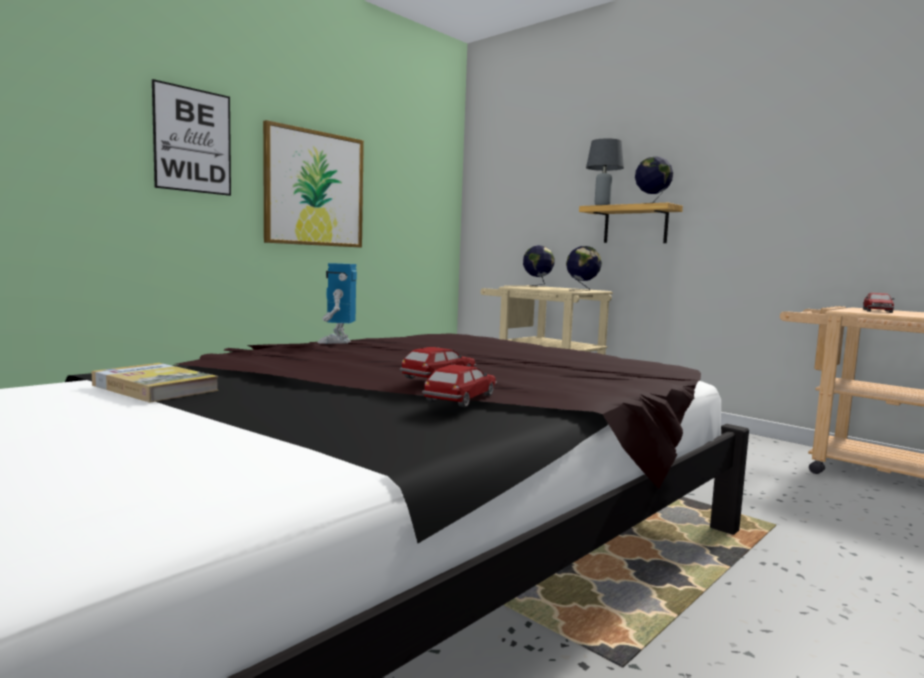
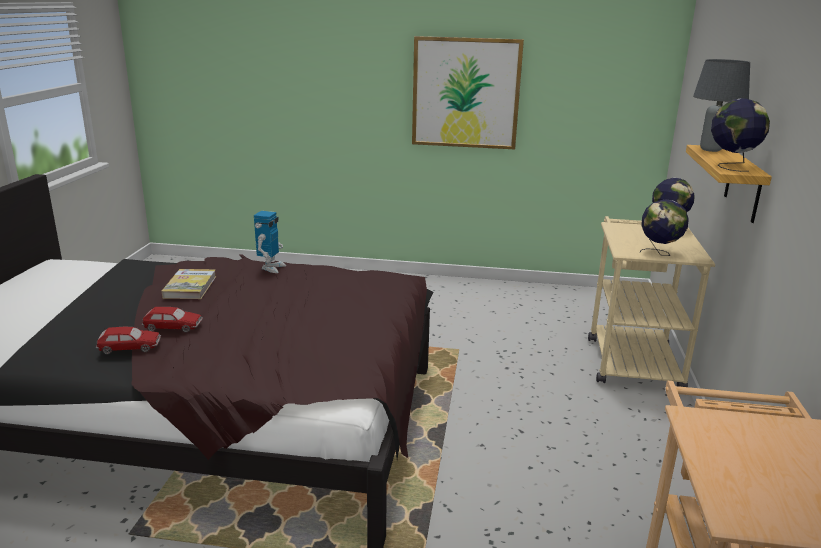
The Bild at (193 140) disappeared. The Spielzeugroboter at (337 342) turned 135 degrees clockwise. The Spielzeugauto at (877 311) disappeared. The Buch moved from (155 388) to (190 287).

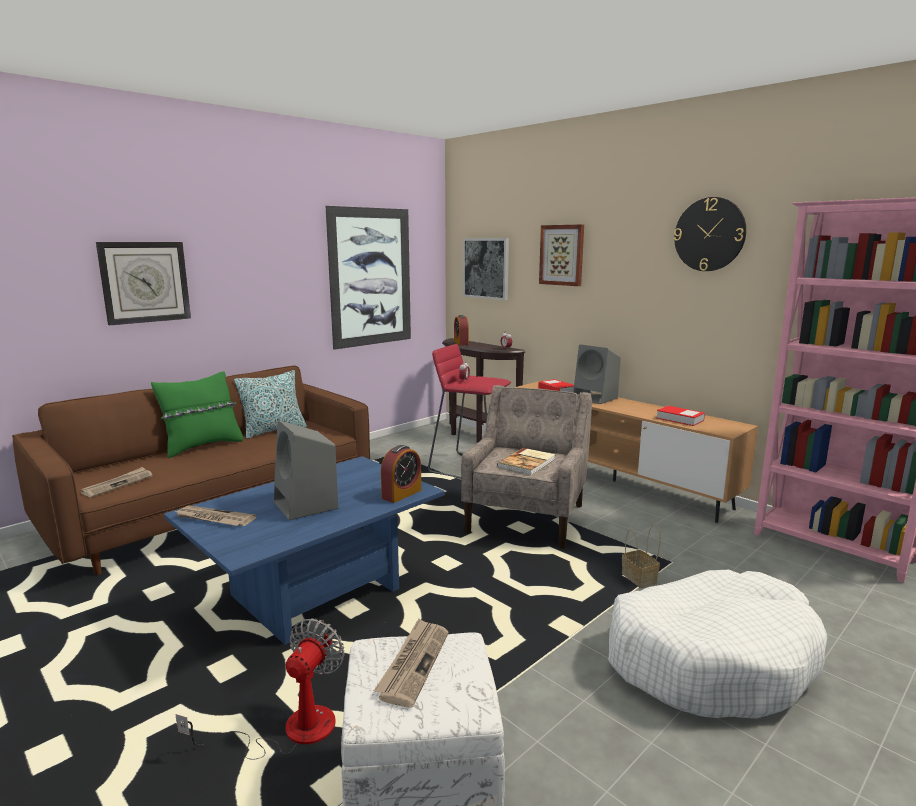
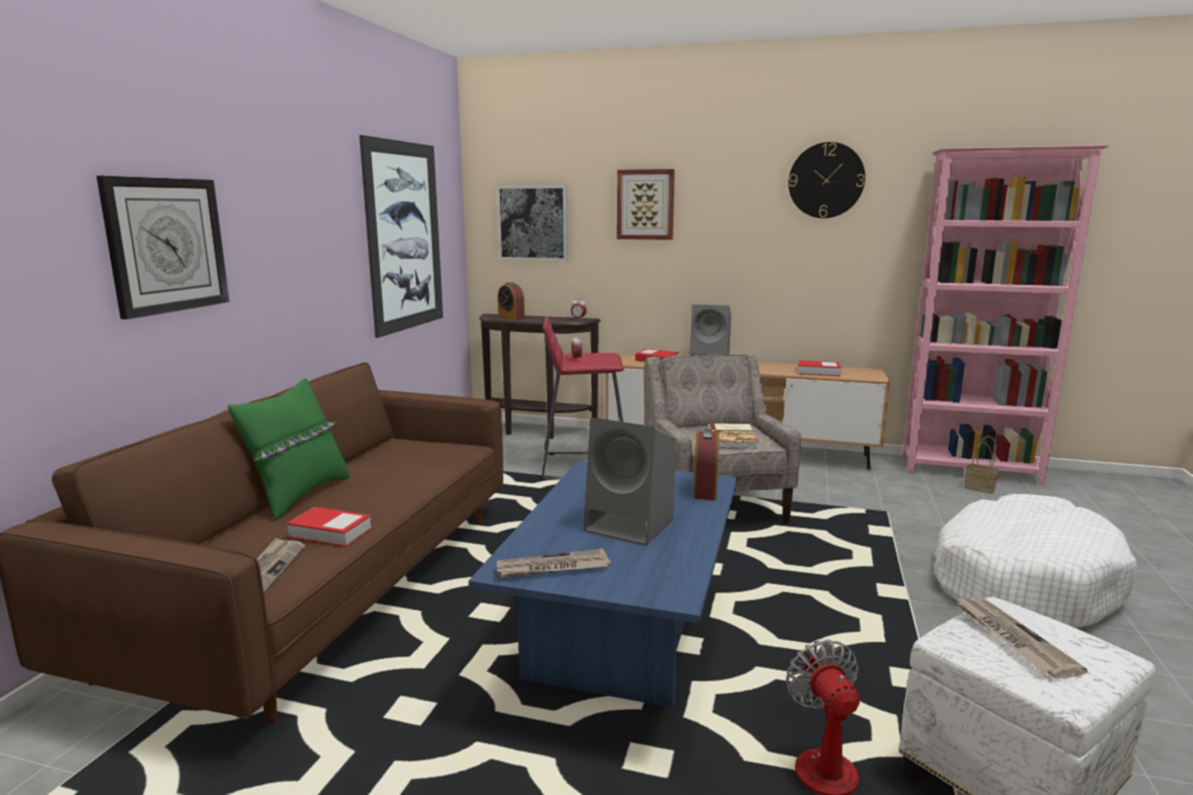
The Kissen at (273 430) disappeared. The Korb moved from (640 579) to (980 488). The Buch at (330 532) appeared.

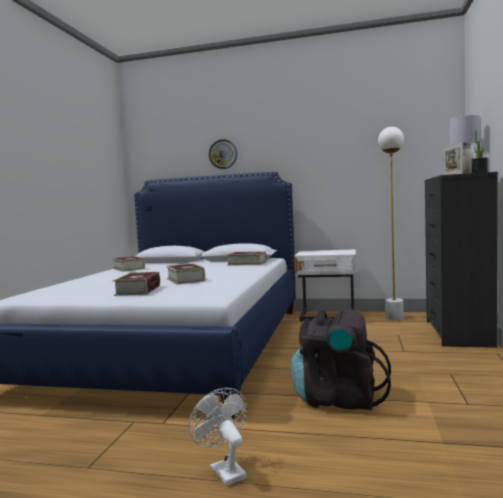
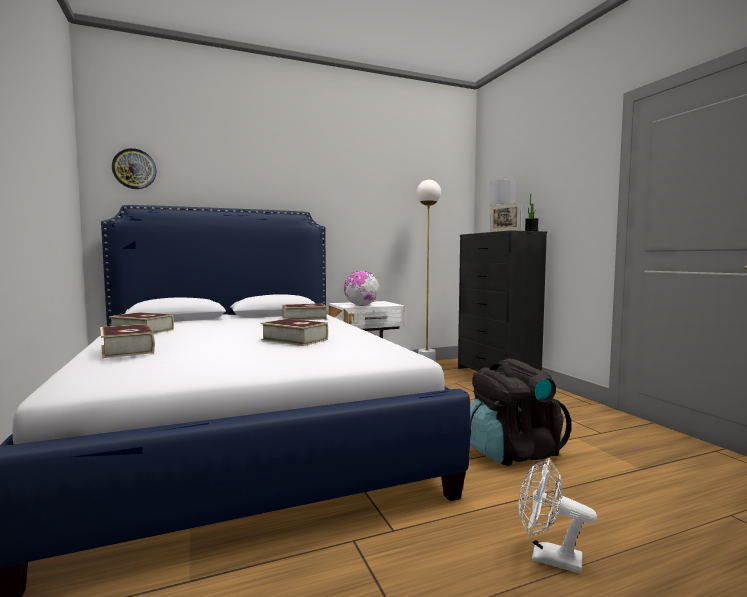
The Wanduhr moved from (223 154) to (134 169). The Buch moved from (138 290) to (127 349). The Globus at (361 305) appeared.

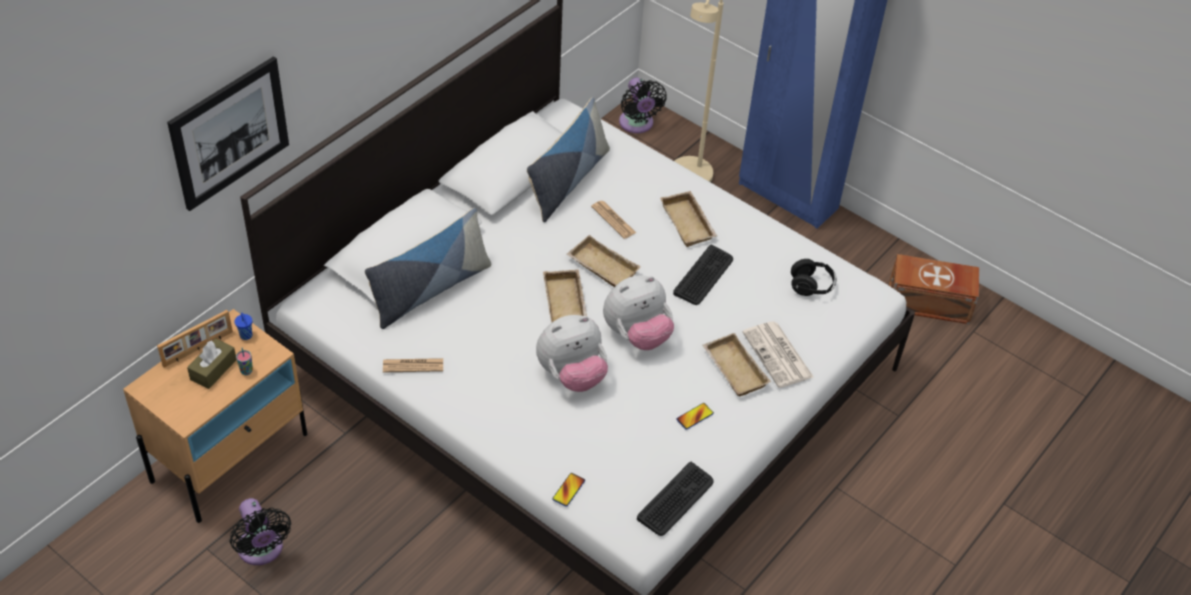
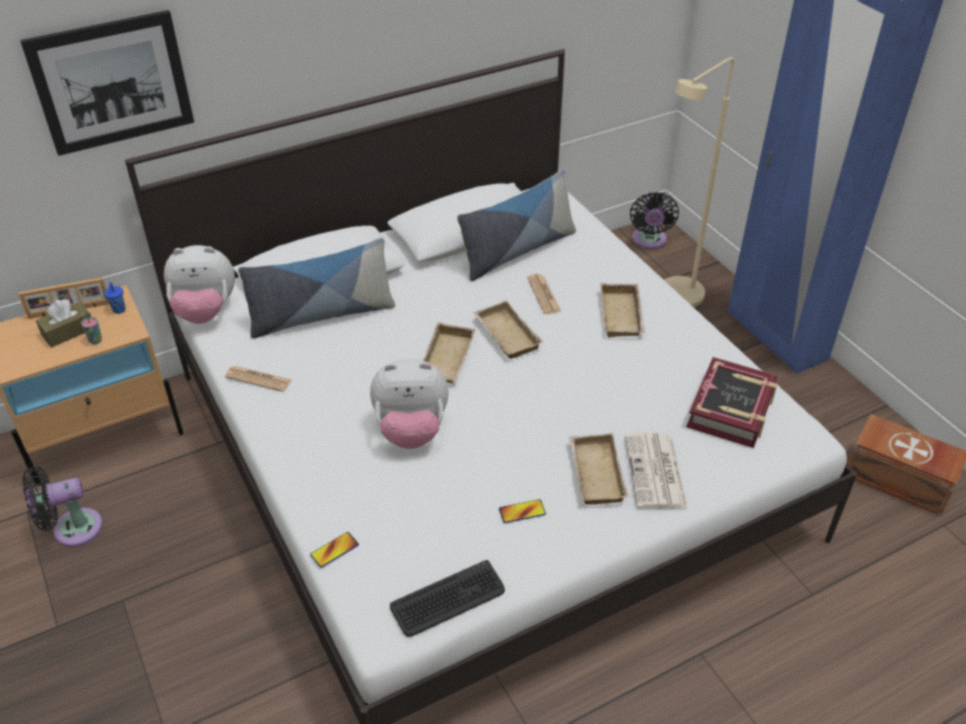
The Tastatur at (704 276) disappeared. The Kopfhörer [schwarz] at (811 286) was replaced by the Buch at (731 409). The Plüschtier moved from (637 335) to (205 312). The Ventilator [schwarz] at (262 550) turned 75 degrees clockwise.

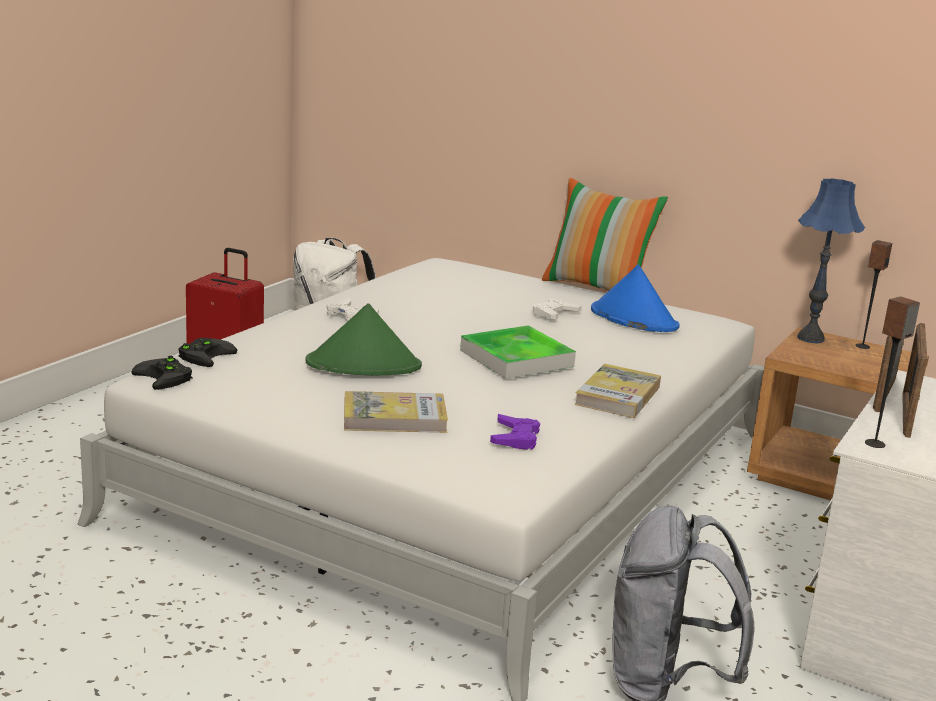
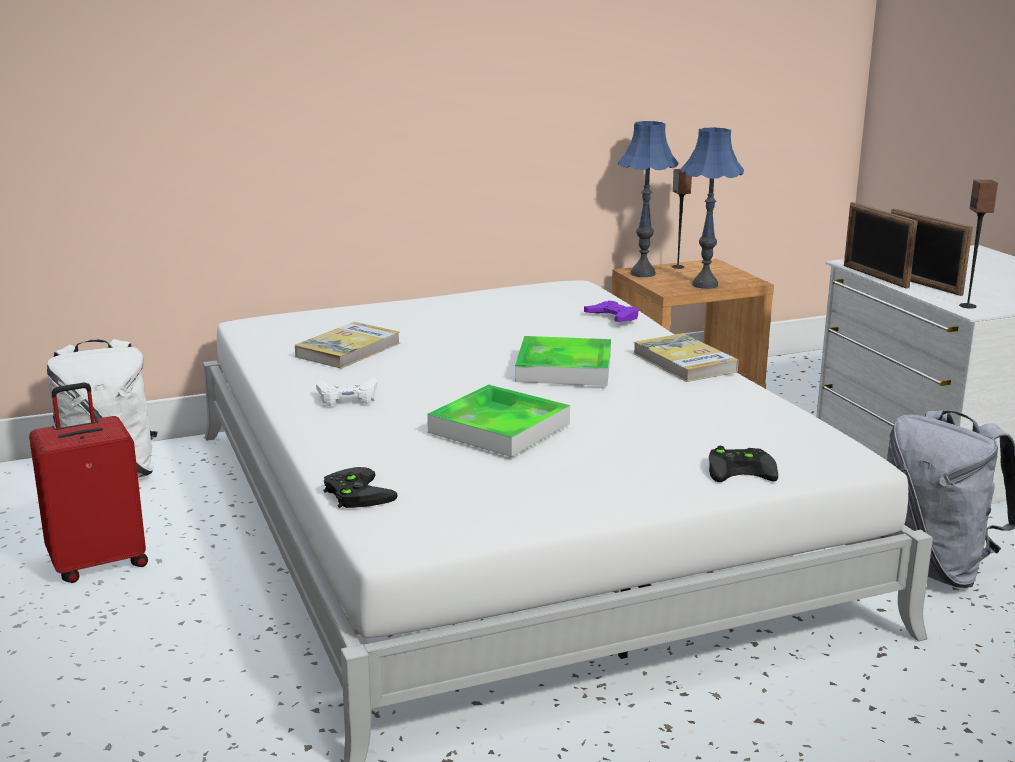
The Kissen at (597 289) disappeared. The Hut [blau] at (633 318) disappeared. The Gamepad [weiß] at (554 314) disappeared. The Hut [grün] at (364 365) was replaced by the Tablett at (499 428). The Gamepad [schwarz] moved from (166 378) to (742 469). The Buch moved from (394 417) to (348 350). The Gamepad [lila] moved from (515 438) to (612 317). The Tischlampe [blau] at (705 285) appeared.

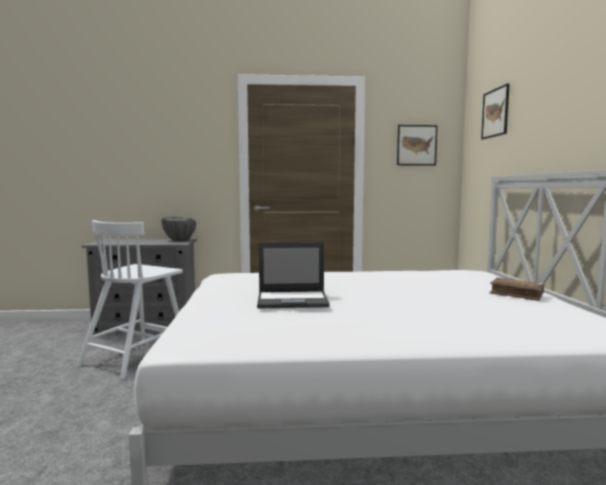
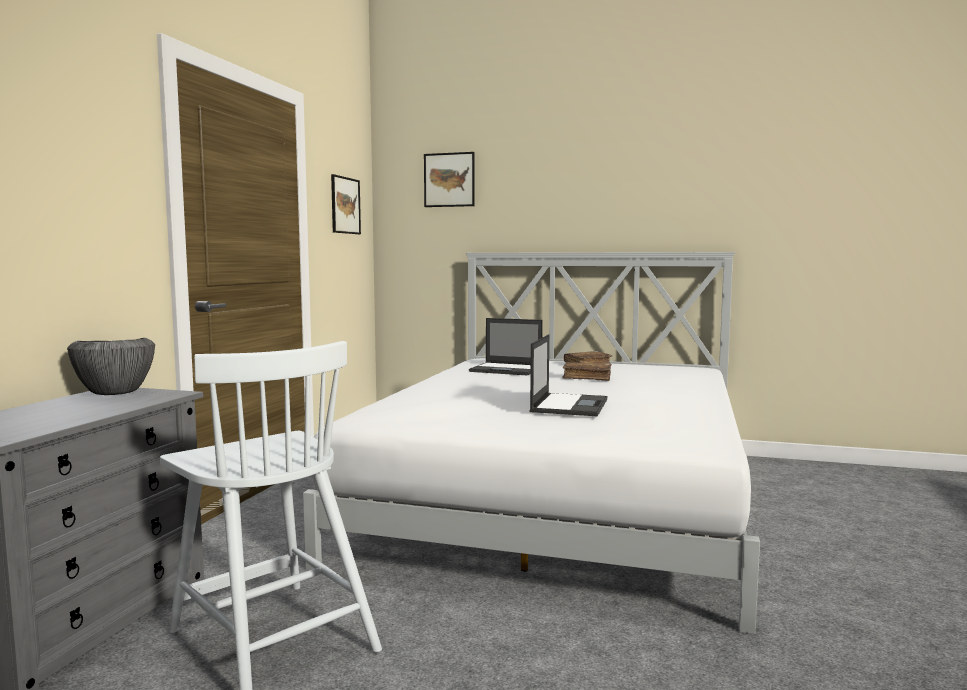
The Laptop at (507 369) appeared. The Buch [braun] at (587 377) appeared.

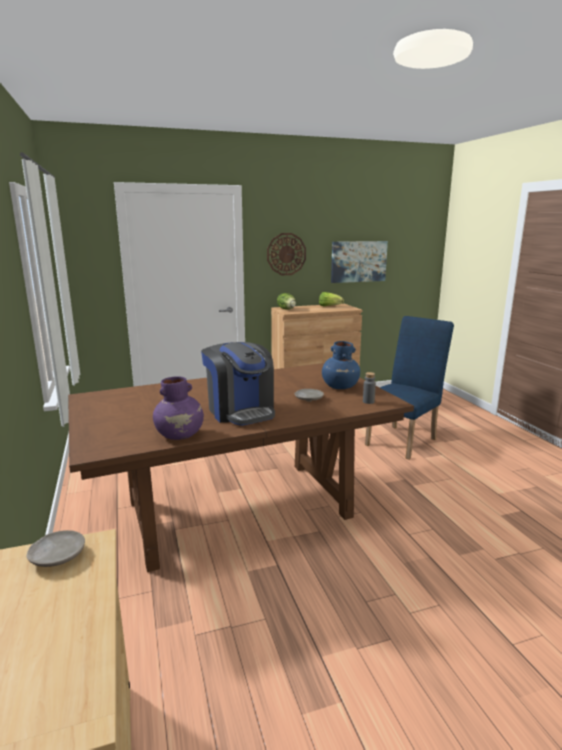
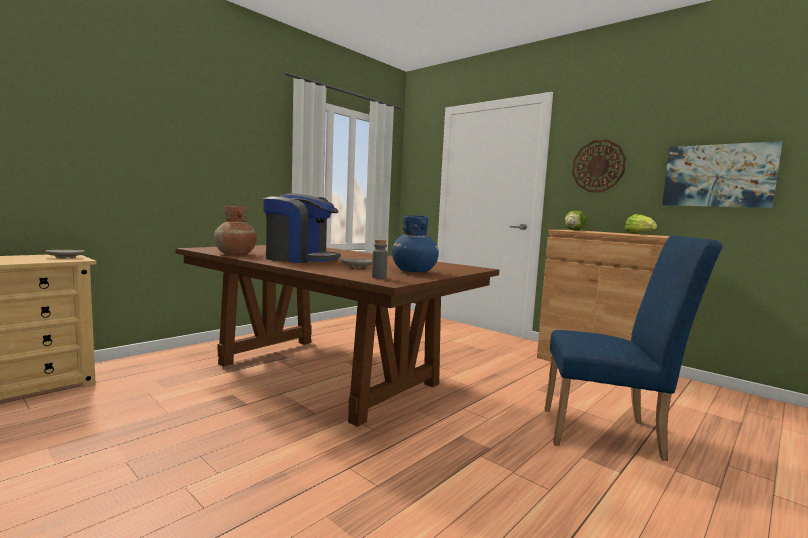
The Kaffeemaschine at (240 411) turned 105 degrees counterclockwise. The Vase [lila] at (180 435) became the Vase [braun] at (235 254).

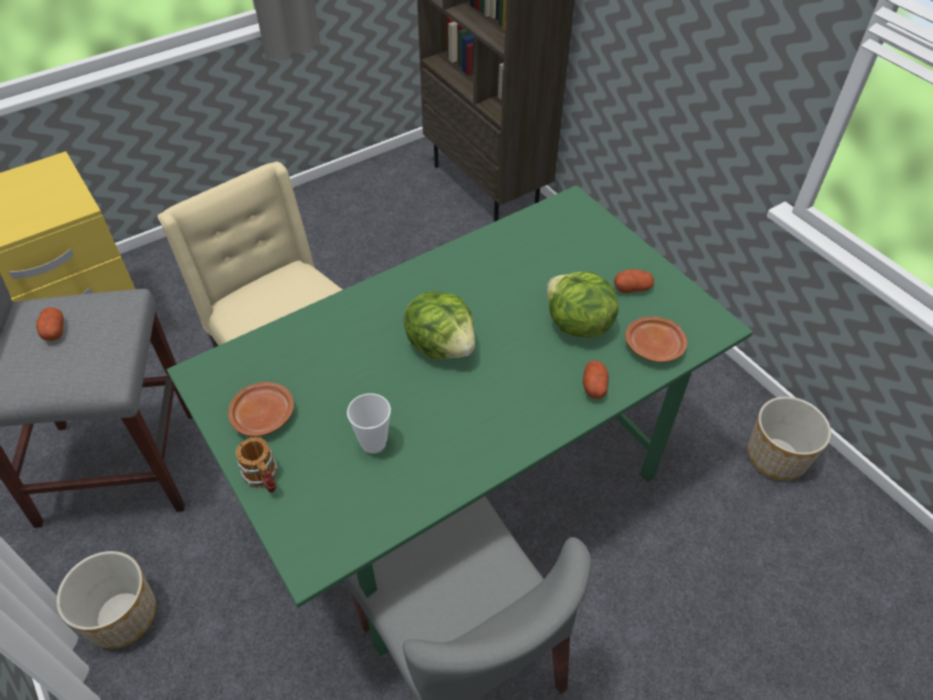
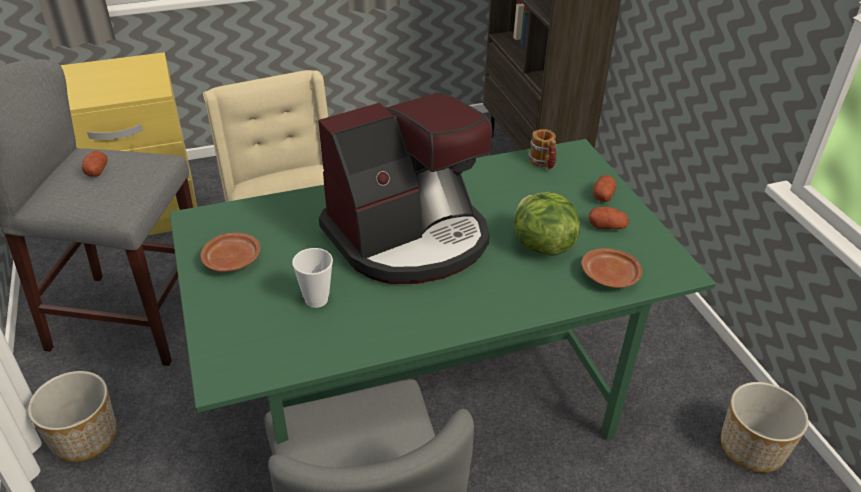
The Salatkopf at (442 345) was replaced by the Kaffeemaschine at (409 238). The Kartoffel moved from (594 386) to (603 195). The Henkelbecher moved from (264 479) to (543 163).

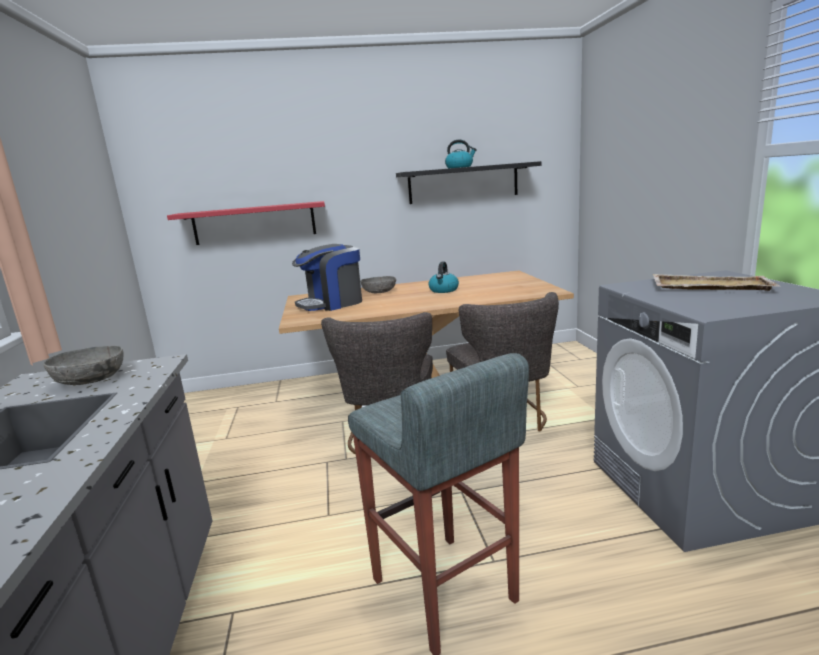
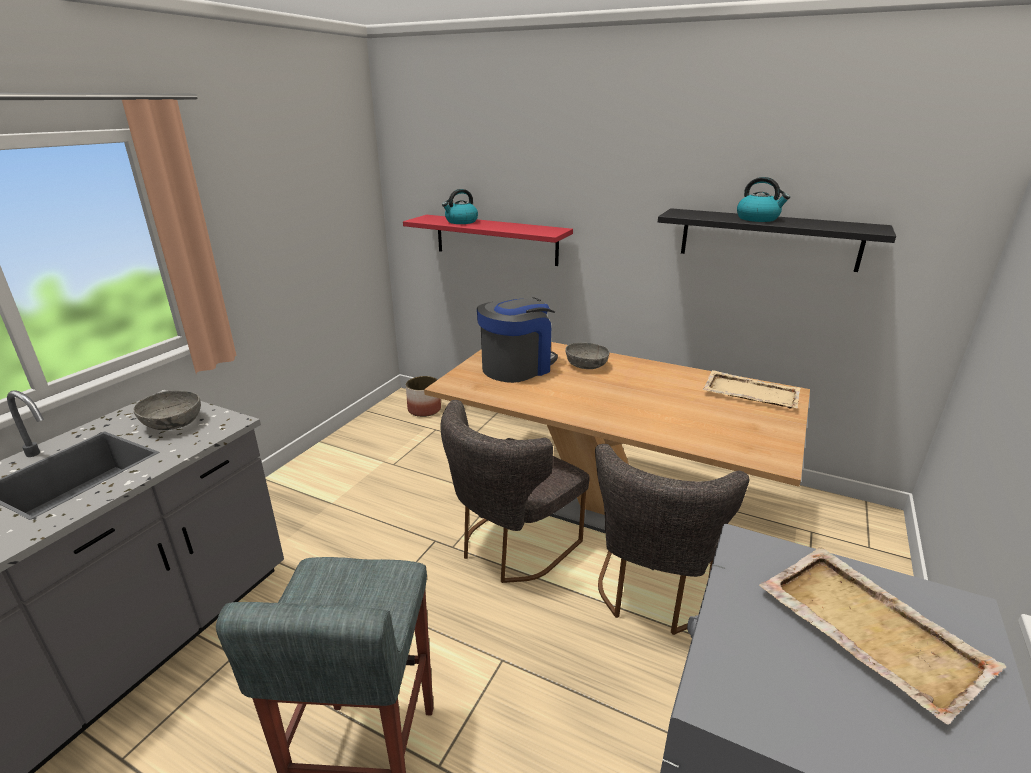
The Kaffeemaschine at (332 303) turned 135 degrees clockwise. The Wasserkessel moved from (444 290) to (461 222). The Tablett [beige] at (750 392) appeared. The Pflanzkübel at (425 410) appeared.

